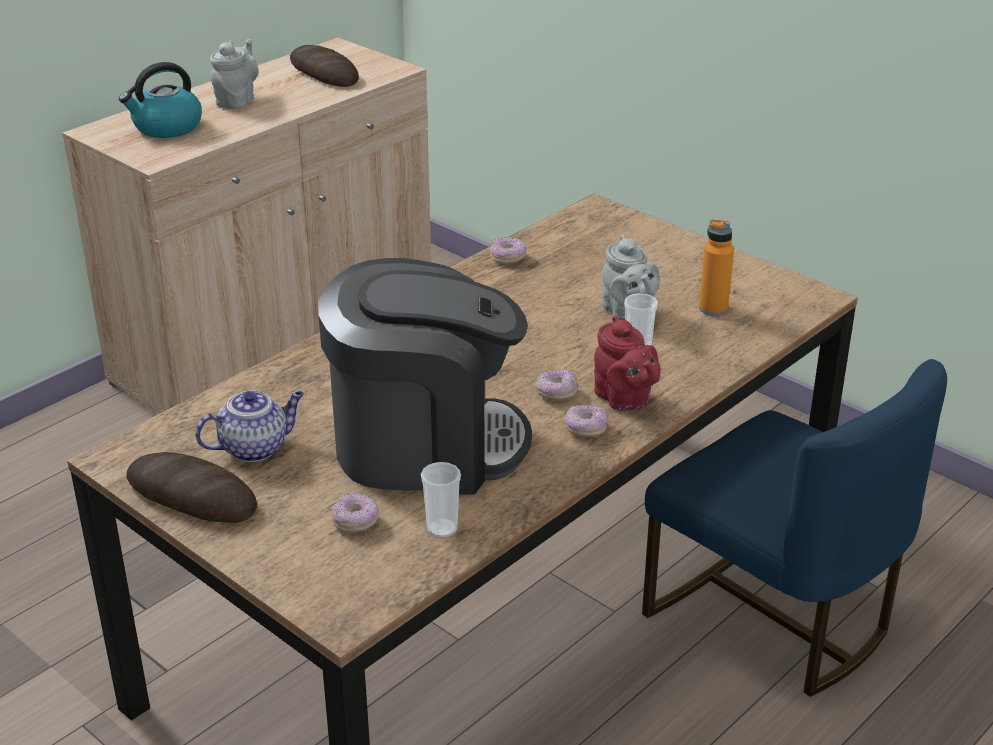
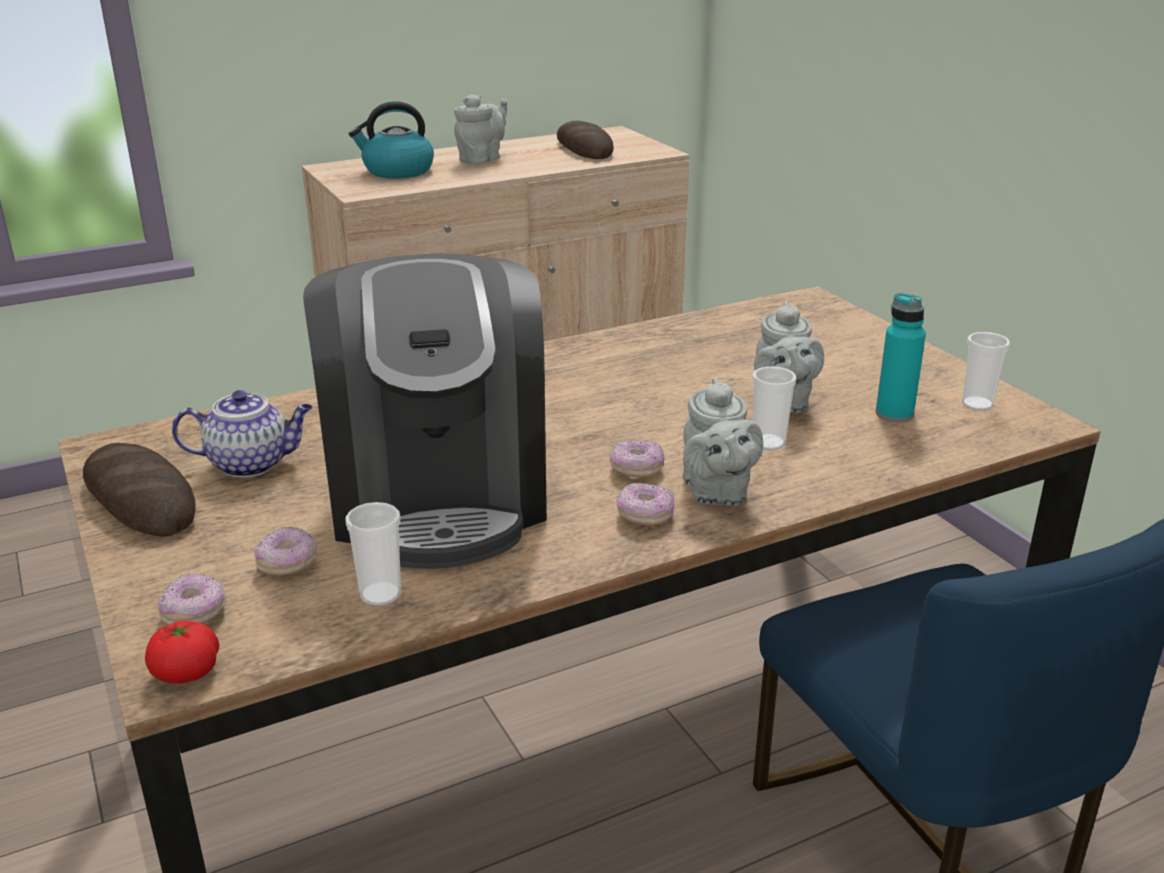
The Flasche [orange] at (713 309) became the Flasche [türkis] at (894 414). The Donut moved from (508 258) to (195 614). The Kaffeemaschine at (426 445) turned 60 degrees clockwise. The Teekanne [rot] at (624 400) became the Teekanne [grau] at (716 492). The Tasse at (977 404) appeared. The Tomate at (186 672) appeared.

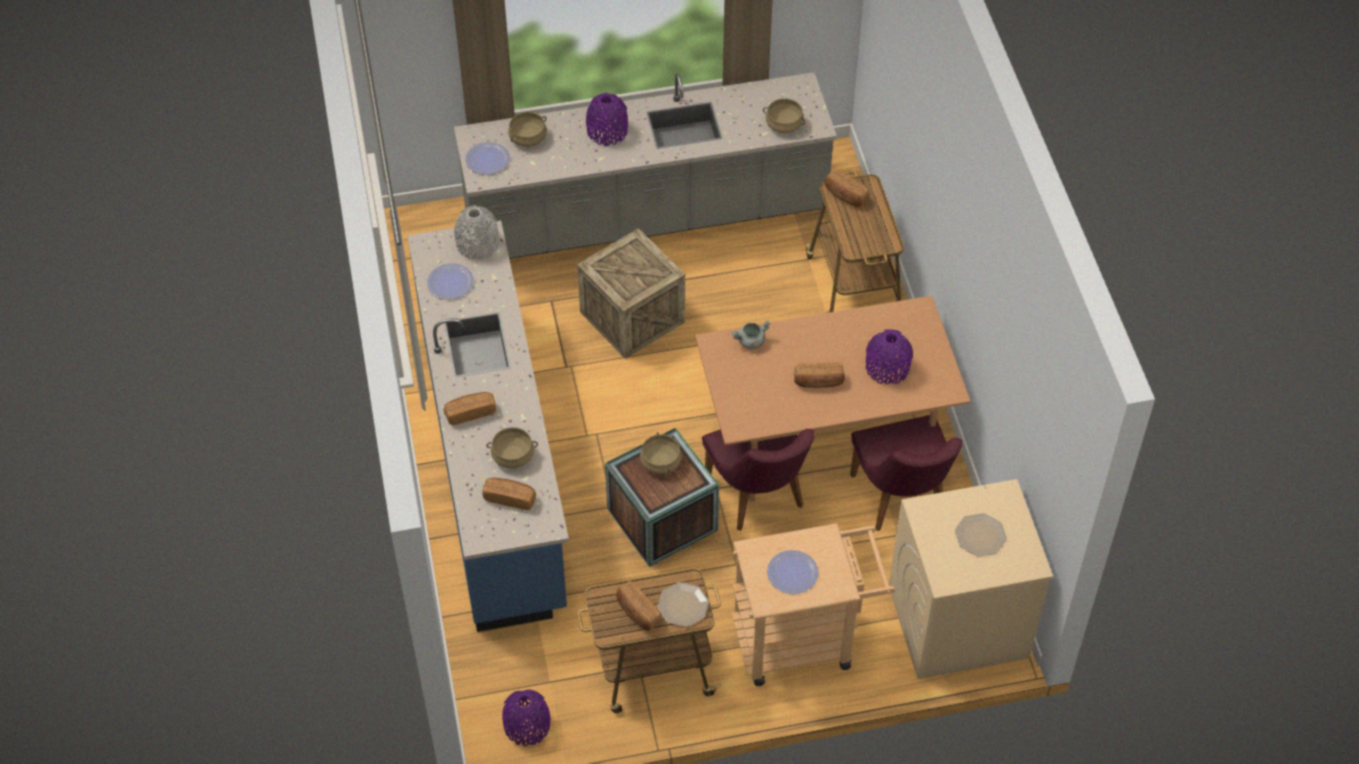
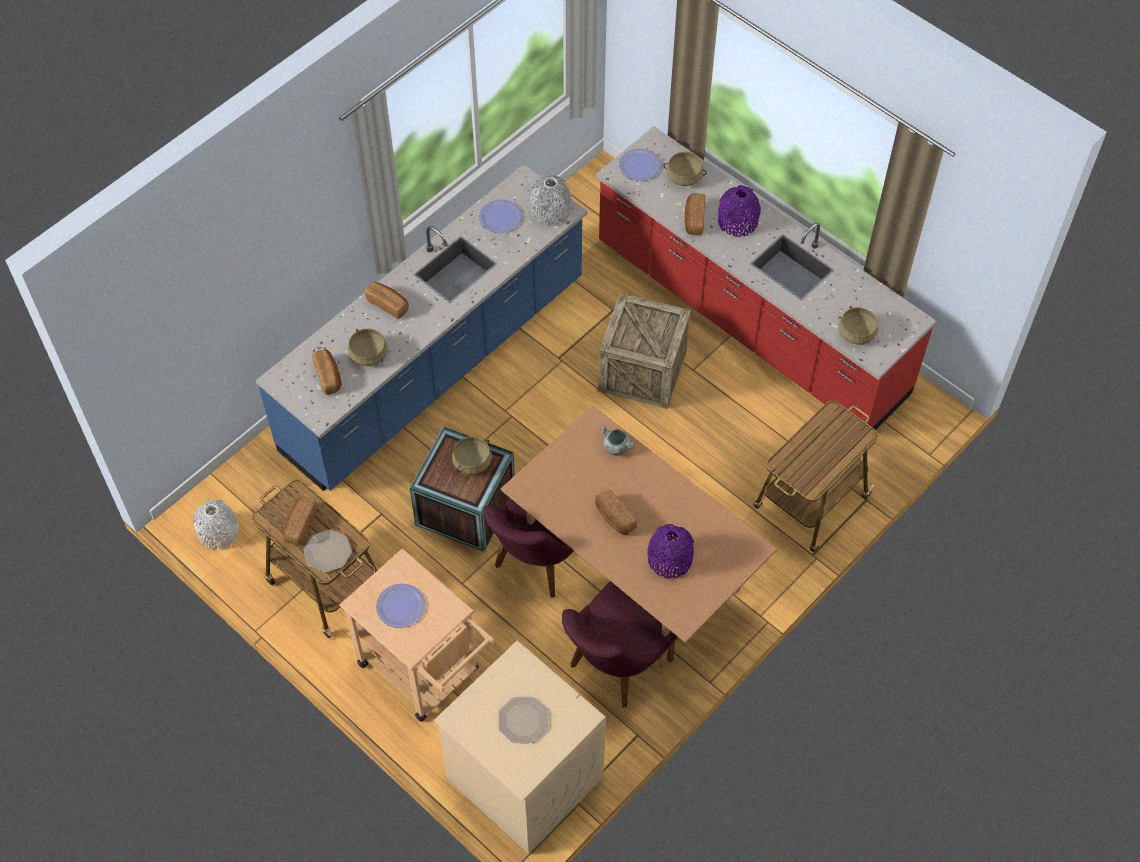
The Küchenzeile [grau] at (646 217) became the Küchenzeile [rot] at (749 320). The Brot moved from (845 195) to (694 219). The Vase [lila] at (527 726) became the Vase [weiß] at (219 532).

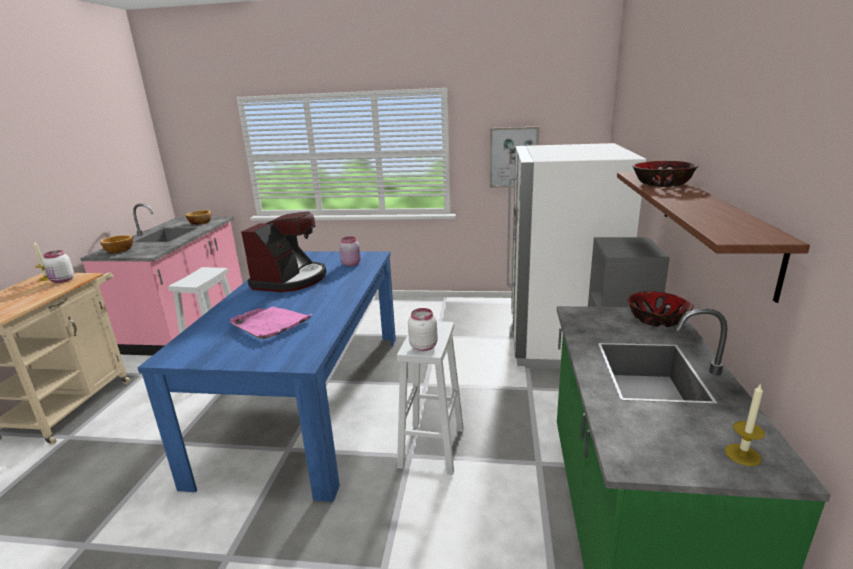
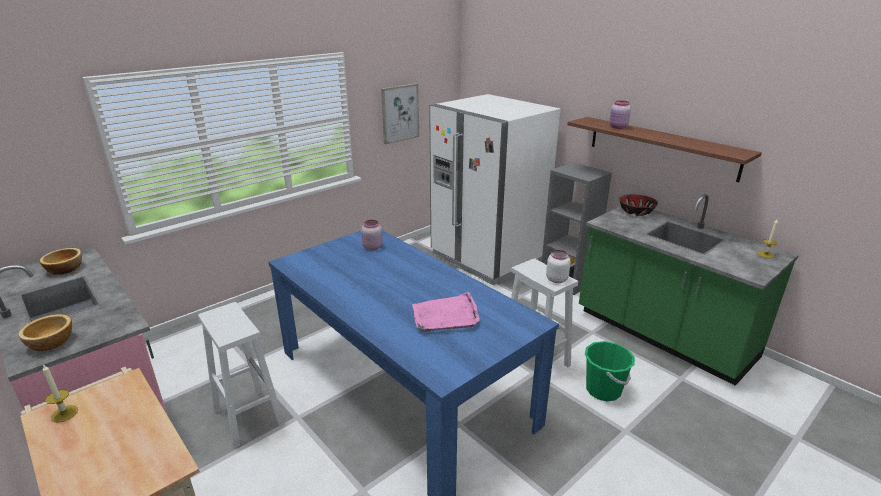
The Schüssel at (661 184) was replaced by the Vorratsglas [rosa] at (618 127). The Kaffeemaschine at (290 280) disappeared. The Vorratsglas [weiß] at (62 280) disappeared. The Eimer [grün] at (603 390) appeared.

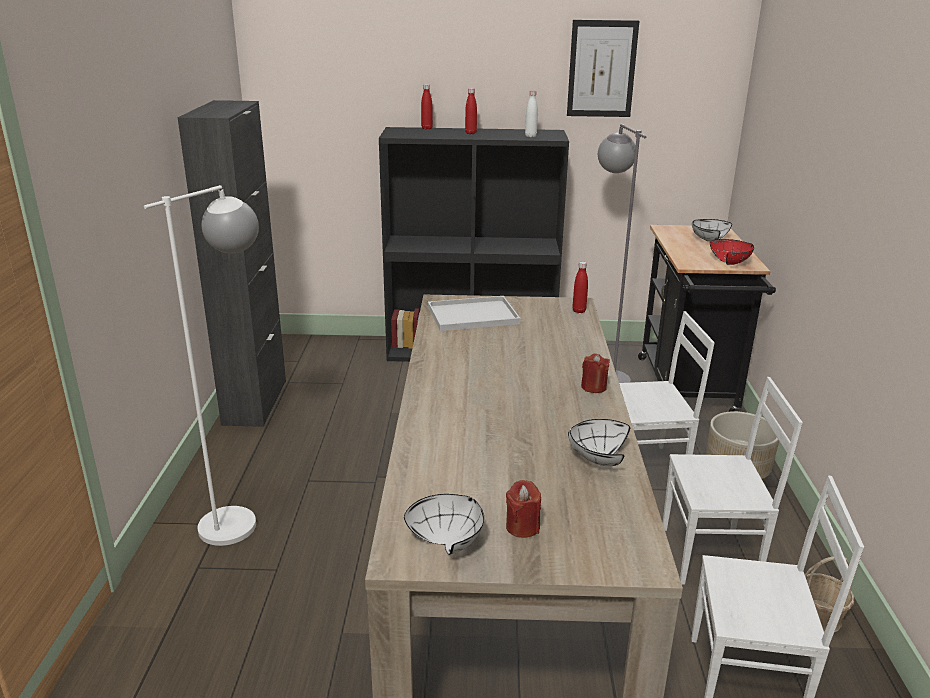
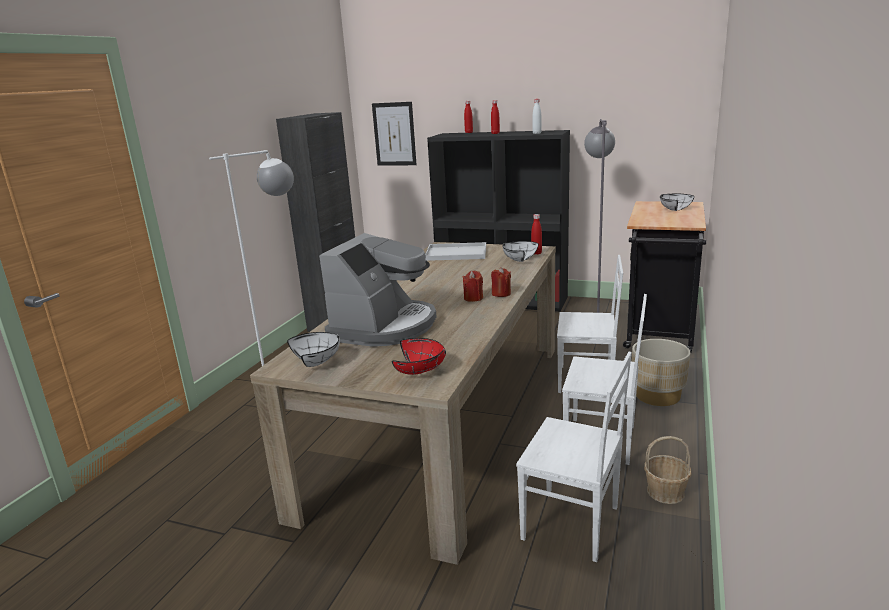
The Bild moved from (602 69) to (394 134). The Schüssel [rot] moved from (732 263) to (421 371). The Schüssel [weiß] moved from (596 459) to (517 260). The Kerze [rot] moved from (522 527) to (473 298). The Kaffeemaschine at (384 327) appeared.

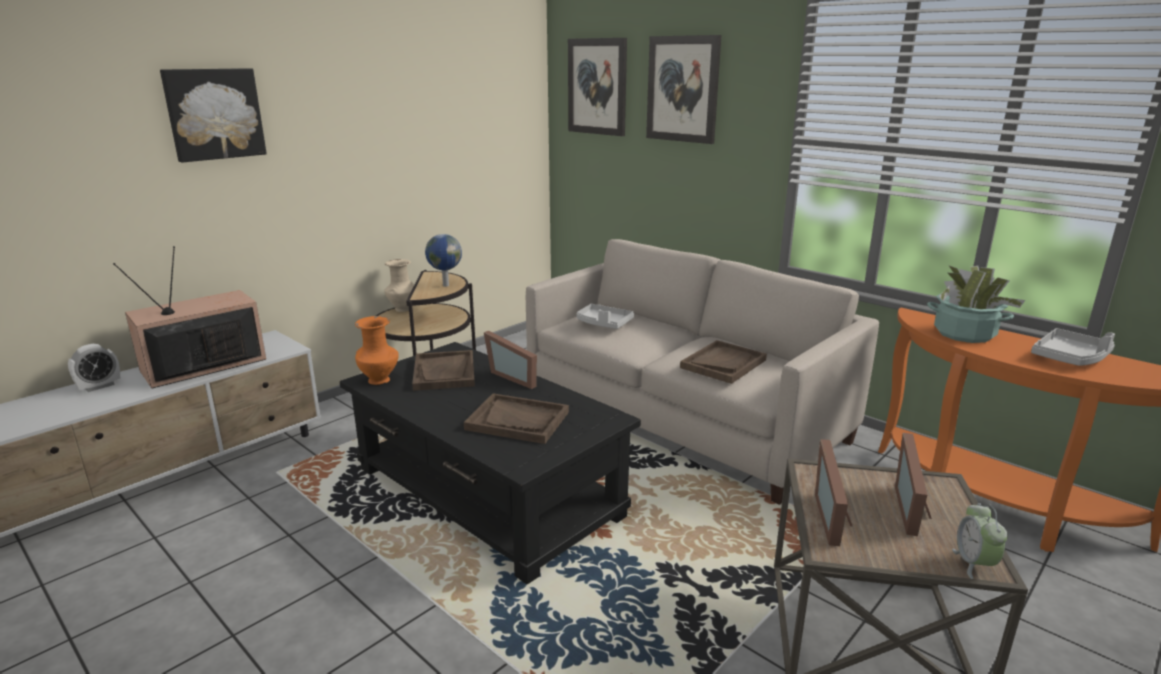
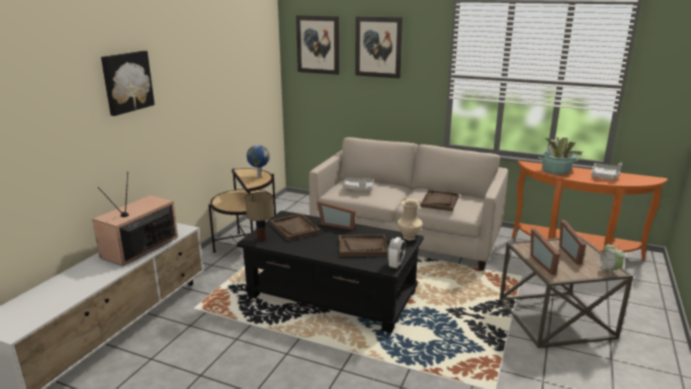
The Vase [beige] moved from (402 309) to (409 238). The Vase [orange] at (380 380) was replaced by the Tischlampe at (262 239). The Wecker moved from (99 386) to (396 264).

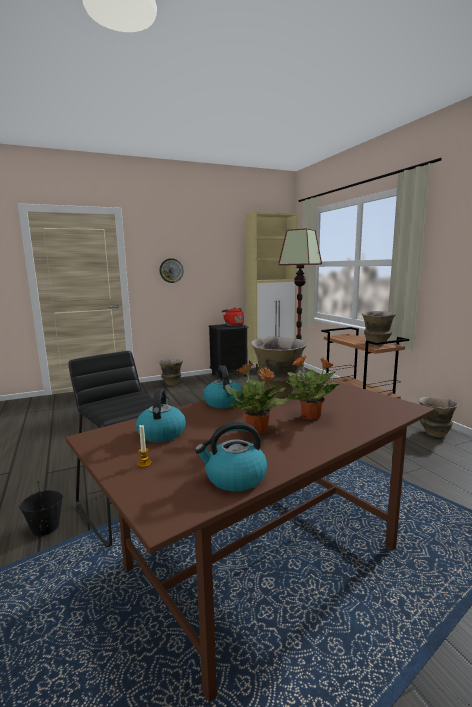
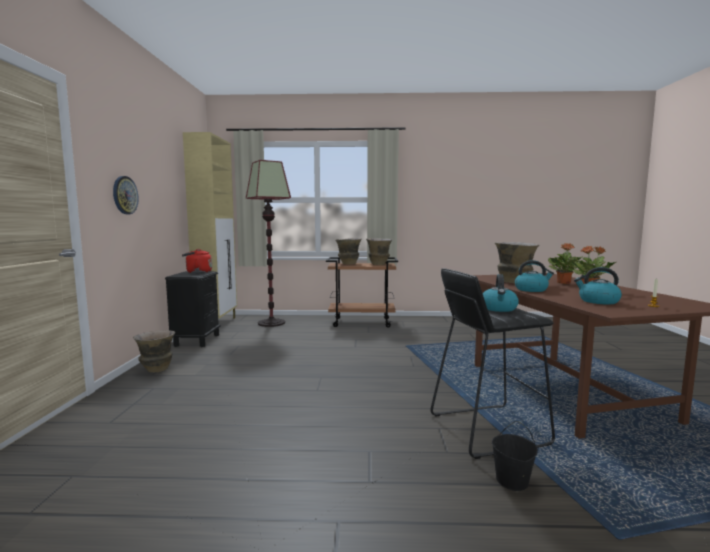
The Vase moved from (434 433) to (348 264). The Wasserkessel moved from (234 478) to (499 308).

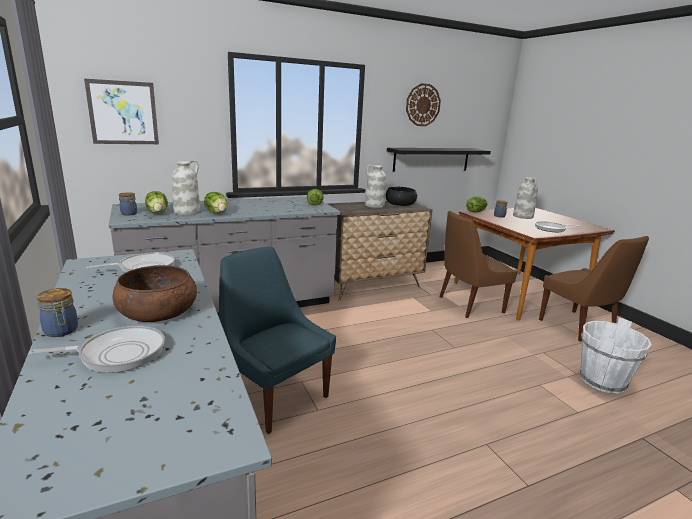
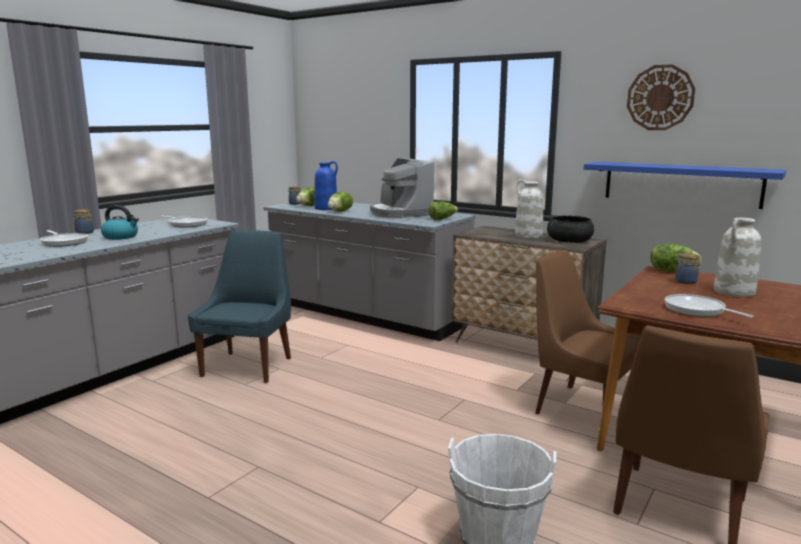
The Bild at (123 113) disappeared. The Wandregal [schwarz] at (431 159) became the Wandregal [blau] at (681 184). The Vase [weiß] at (187 212) became the Vase [blau] at (326 208). The Schüssel [braun] at (158 311) was replaced by the Wasserkessel at (121 237). The Kaffeemaschine at (400 213) appeared.

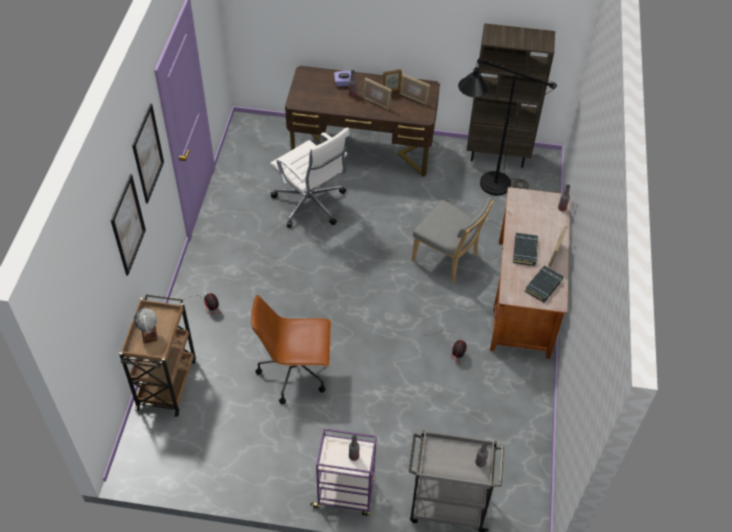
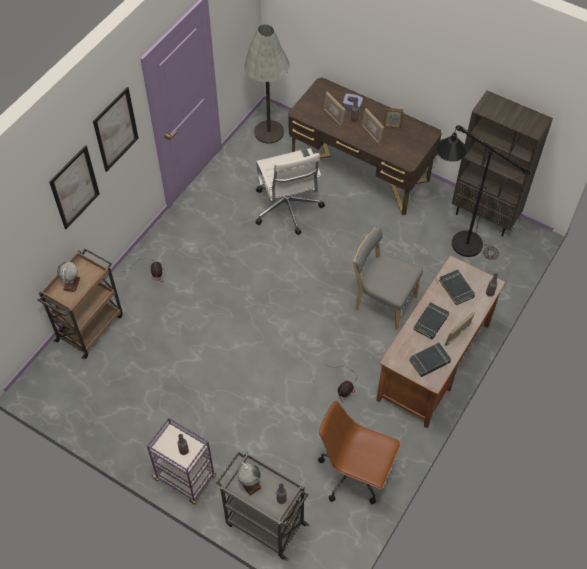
The Bilderrahmen moved from (413 99) to (333 117). The Stuhl [grau] at (447 259) turned 150 degrees clockwise. The Bürostuhl [braun] moved from (295 372) to (355 474). The Stehlampe [grau] at (269 132) appeared. The Buch [schwarz] at (456 289) appeared. The Globus at (249 483) appeared.

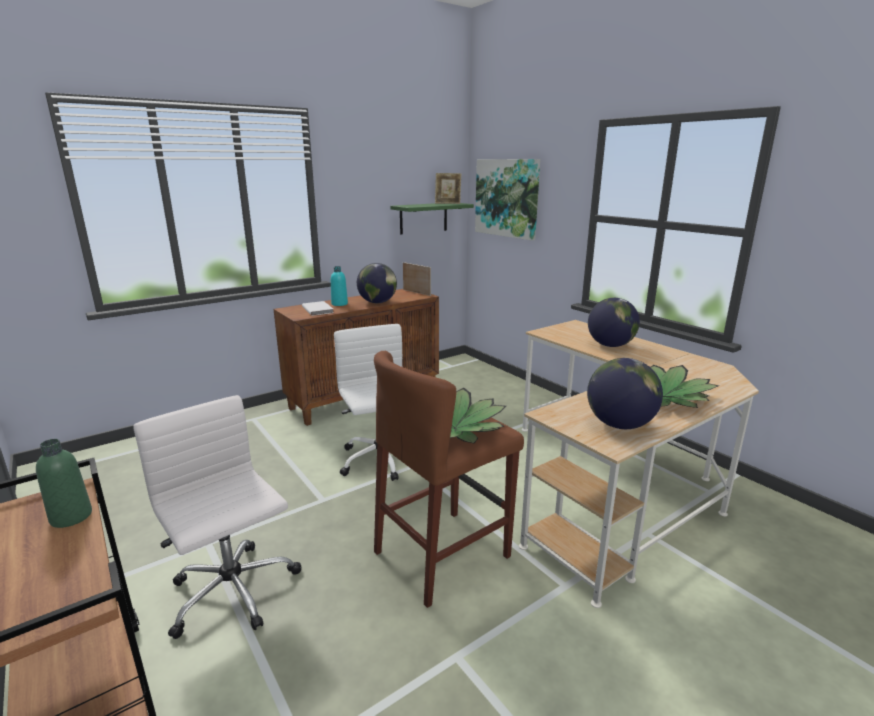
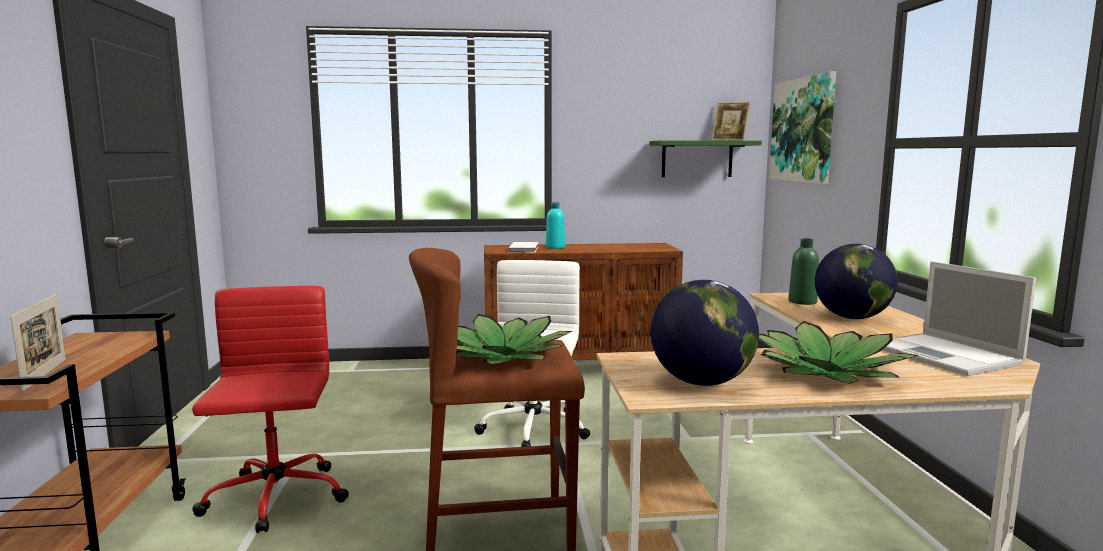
The Bilderrahmen moved from (416 292) to (45 374). The Globus at (377 302) disappeared. The Bürostuhl [weiß] at (234 593) became the Bürostuhl [rot] at (275 499). The Flasche [grün] moved from (71 517) to (802 302). The Laptop at (947 355) appeared.

